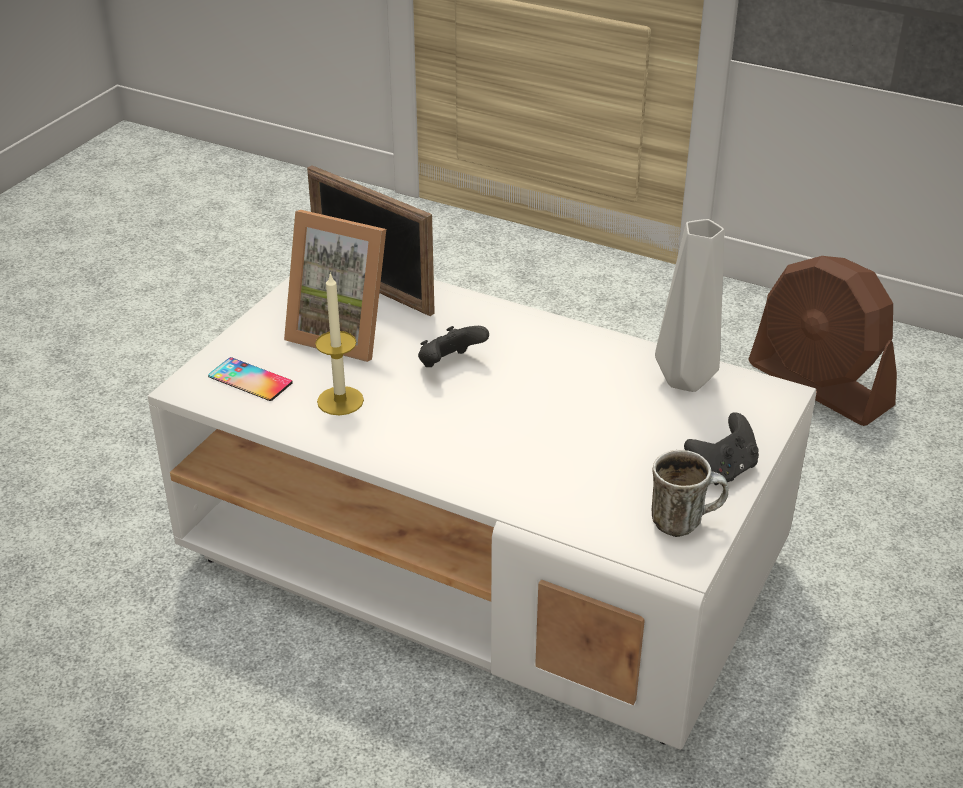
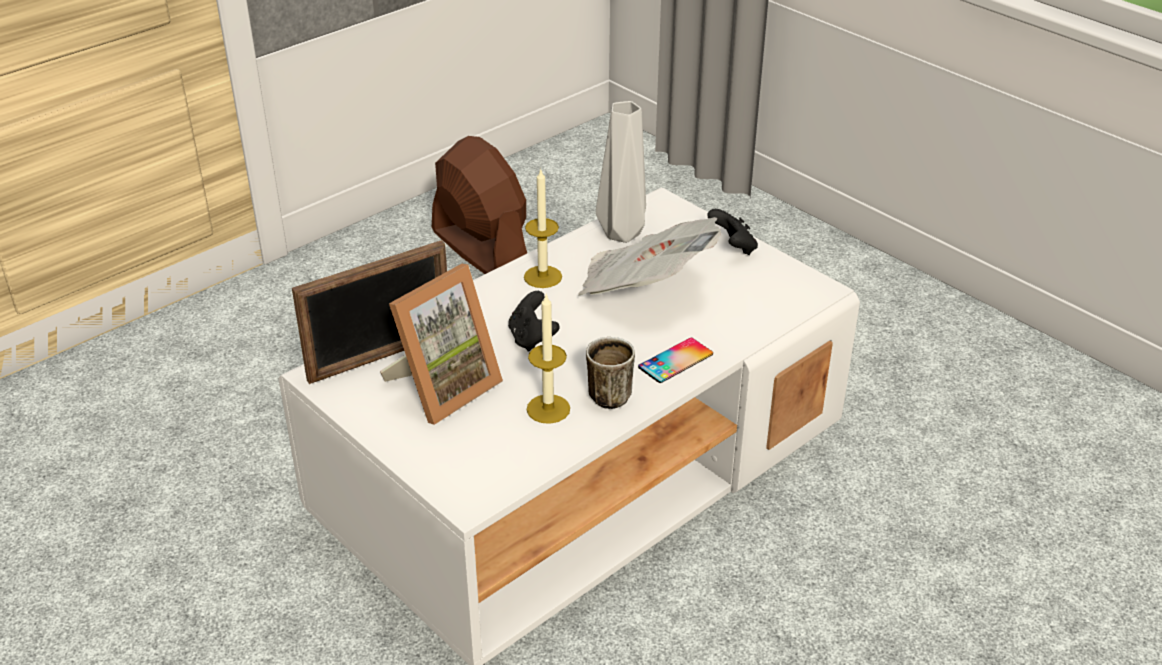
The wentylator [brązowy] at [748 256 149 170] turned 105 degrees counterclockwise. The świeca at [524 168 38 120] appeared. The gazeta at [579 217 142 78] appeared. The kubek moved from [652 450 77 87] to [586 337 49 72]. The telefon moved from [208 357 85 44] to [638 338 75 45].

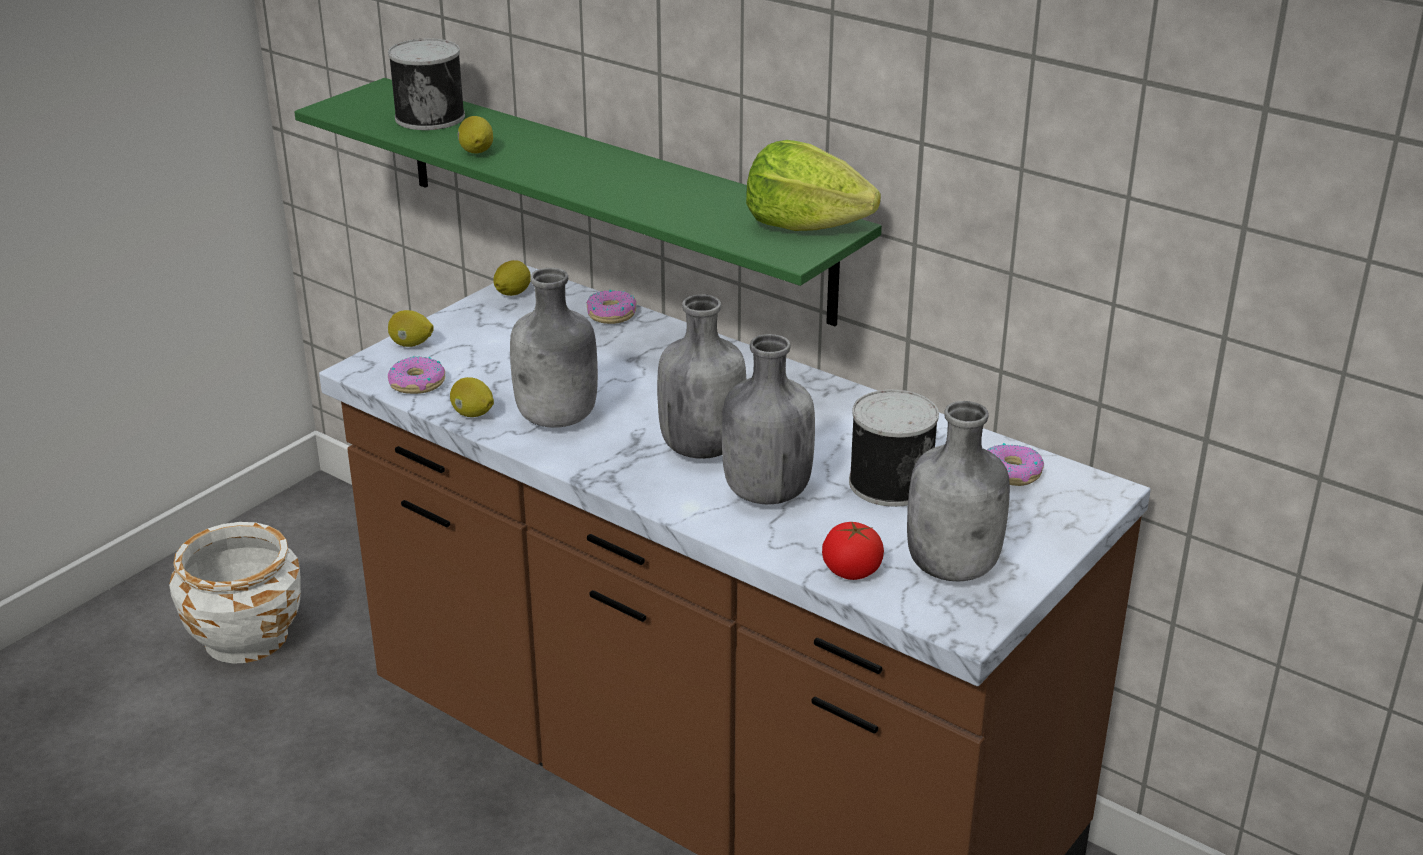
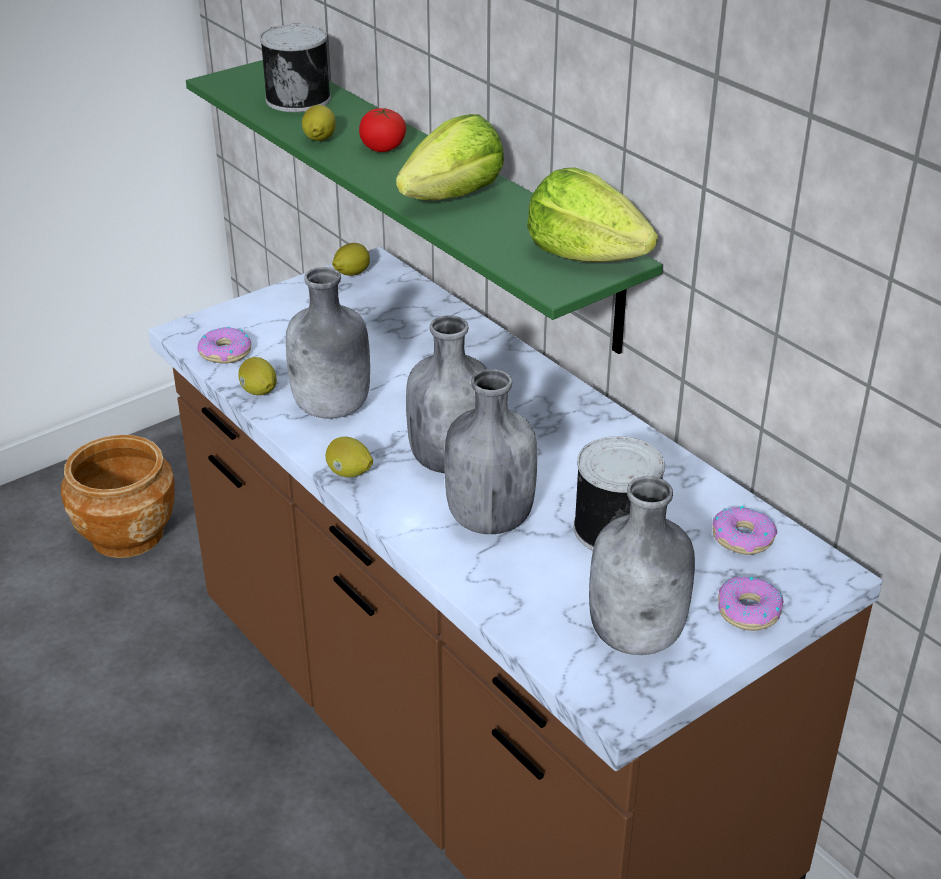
The donica [biały] at [169 522 132 142] became the donica [brązowy] at [61 435 114 123]. The cytryna moved from [388 310 46 37] to [325 437 48 41]. The pomidor moved from [822 522 62 58] to [359 108 47 44]. The sałata at [396 114 108 86] appeared. The donut moved from [587 290 49 34] to [718 576 66 55].

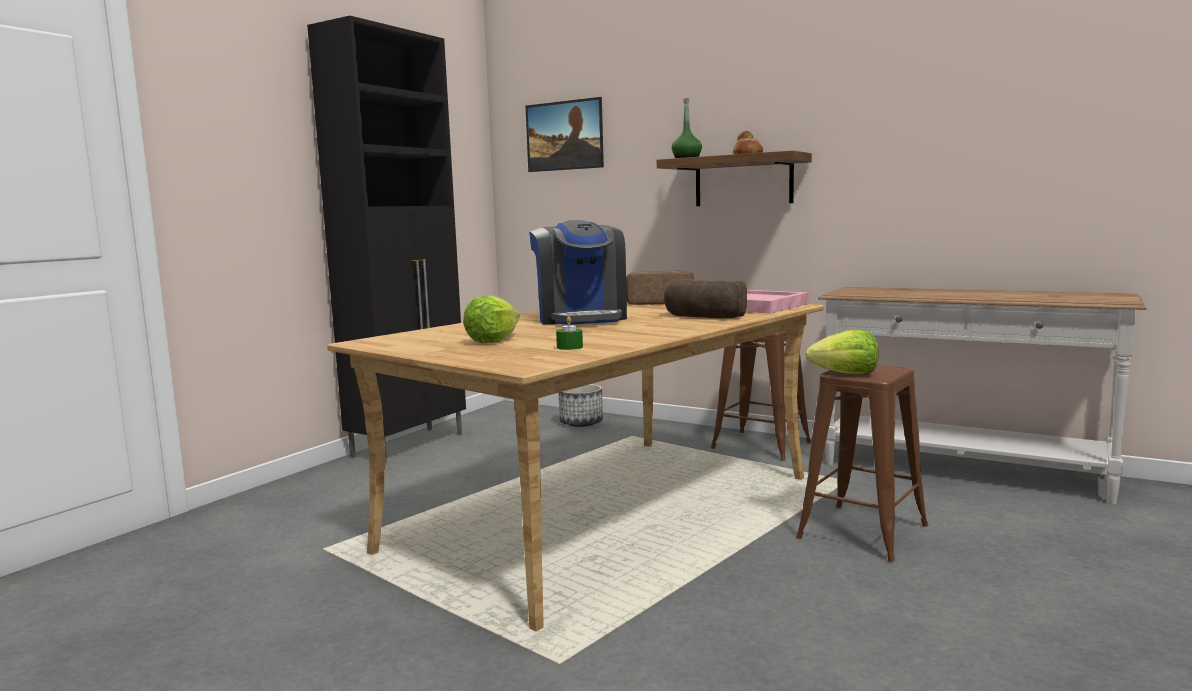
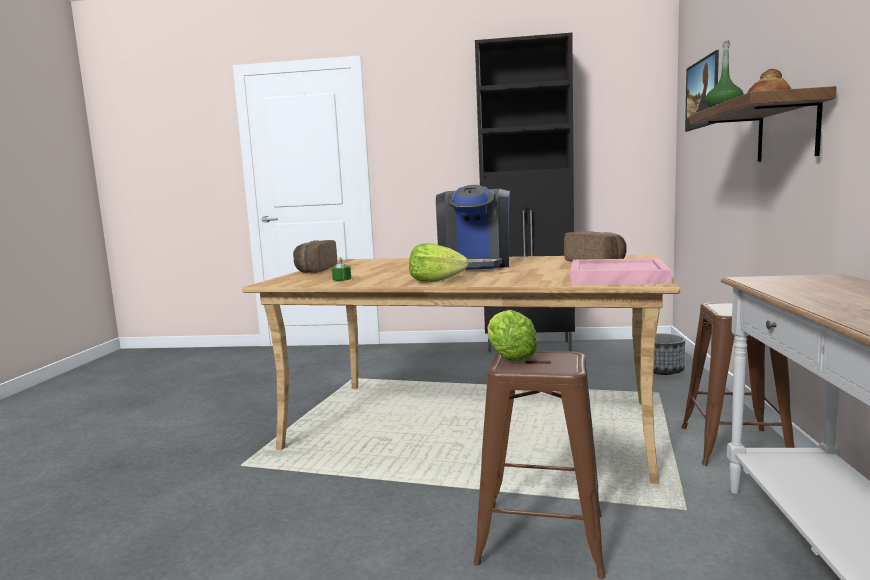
The chleb moved from [664 279 83 39] to [293 240 44 33]. The sałata moved from [463 295 57 48] to [409 243 60 39]. The ekspres do kawy at [529 220 98 105] turned 45 degrees counterclockwise.

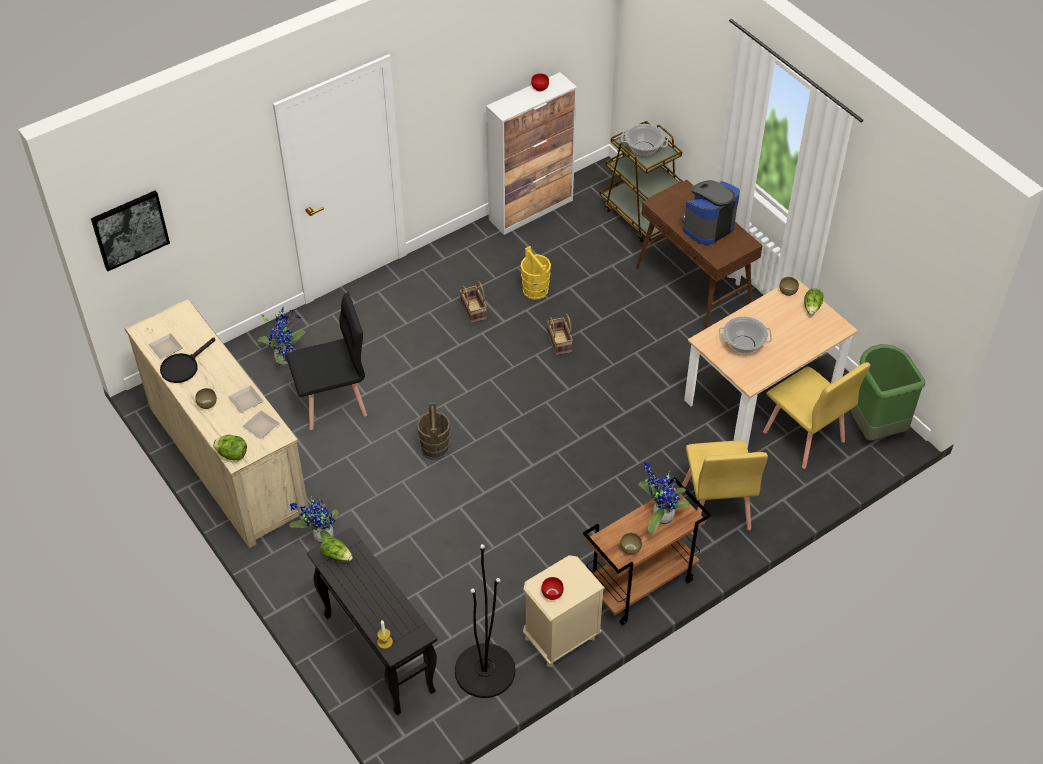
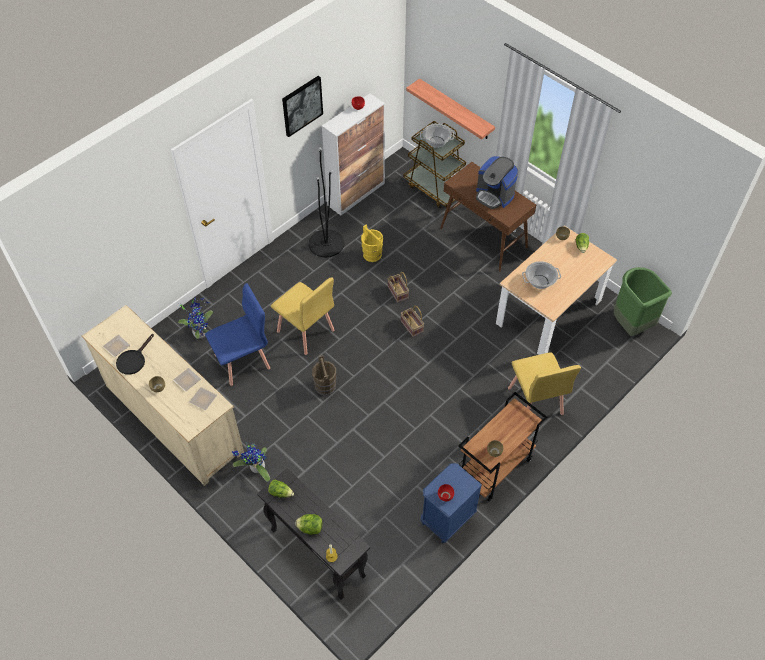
The krzesło [czarny] at [286 292 81 138] became the krzesło [niebieski] at [205 283 65 103]. The krzesło [żółty] moved from [763 362 108 107] to [271 277 64 78]. The obraz moved from [91 191 79 80] to [282 76 41 61]. The sałata moved from [213 435 34 25] to [295 514 27 21]. The lampa stojąca [czarny] moved from [455 544 60 154] to [309 147 35 111]. The koszyk moved from [460 281 27 42] to [400 306 24 31]. The półka at [406 79 89 61] appeared. The szafka nocna [beżowy] at [523 555 82 112] became the szafka nocna [niebieski] at [421 463 61 80]. The ekspres do kawy at [681 180 59 65] turned 90 degrees counterclockwise. The roślina doniczkowa at [639 462 50 71] disappeared.

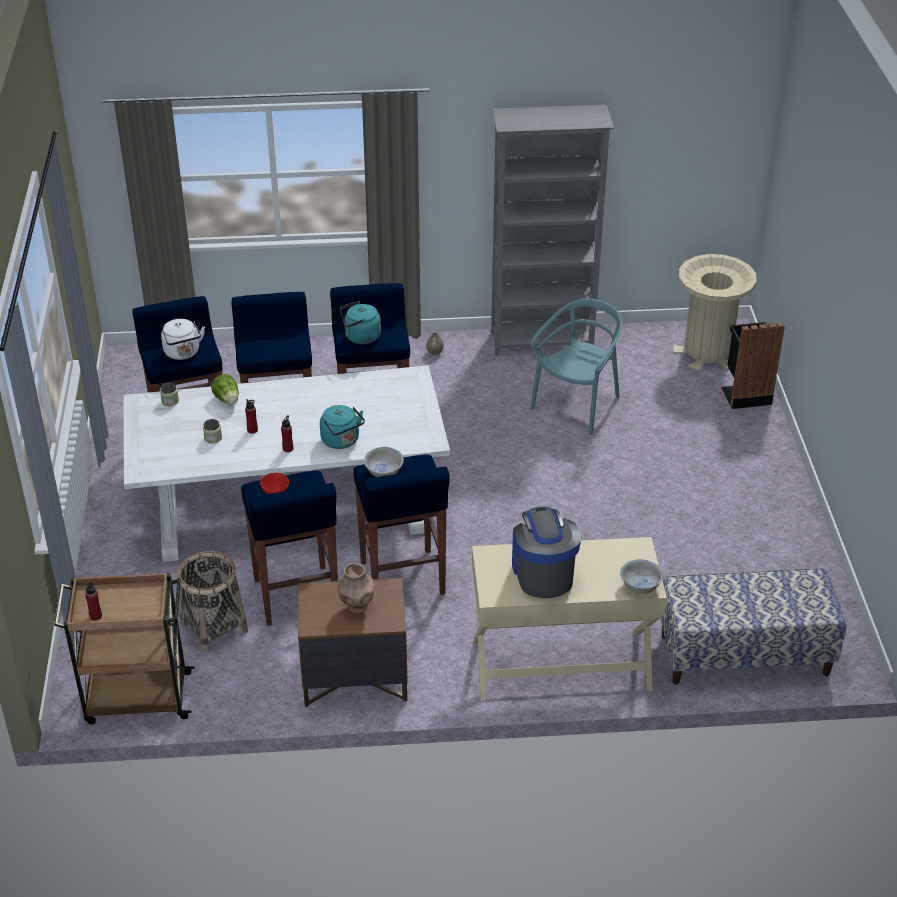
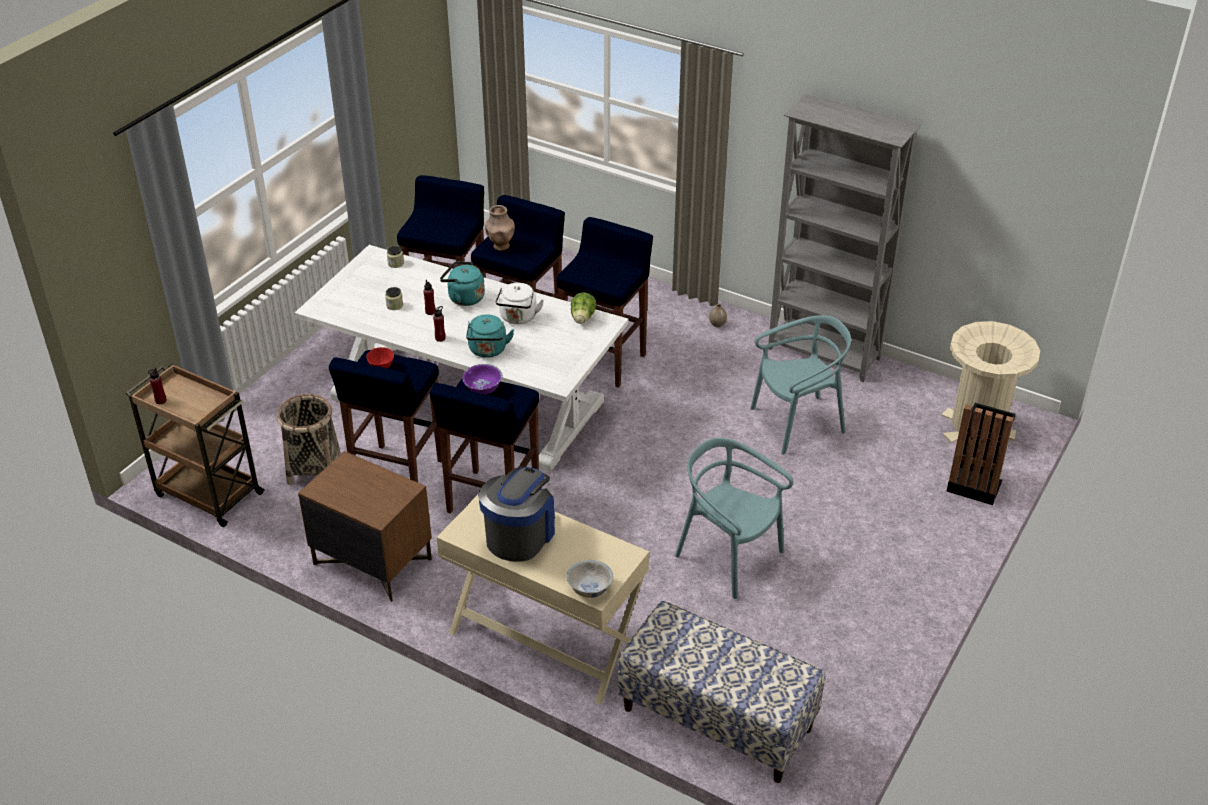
The czajnik [turkusowy] moved from [340 301 41 44] to [440 261 45 45]. The miska [biały] at [364 447 40 30] became the miska [fioletowy] at [462 364 41 30]. The wazon [brązowy] moved from [338 563 36 51] to [485 205 30 46]. The czajnik [biały] moved from [161 319 44 41] to [496 283 48 41]. The sałata moved from [211 374 28 31] to [571 293 25 31]. The krzesło [turkusowy] at [675 438 118 161] appeared.

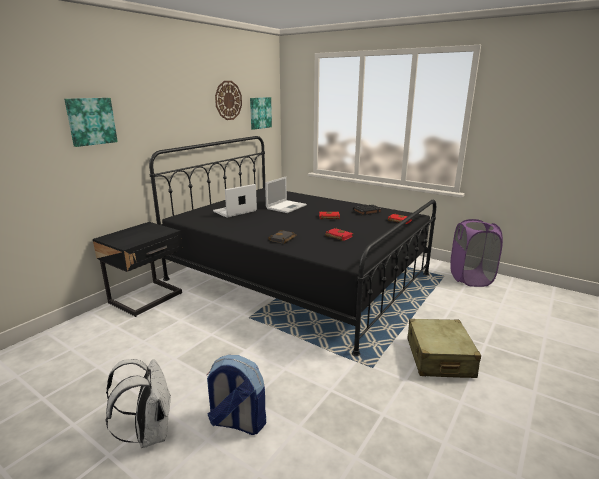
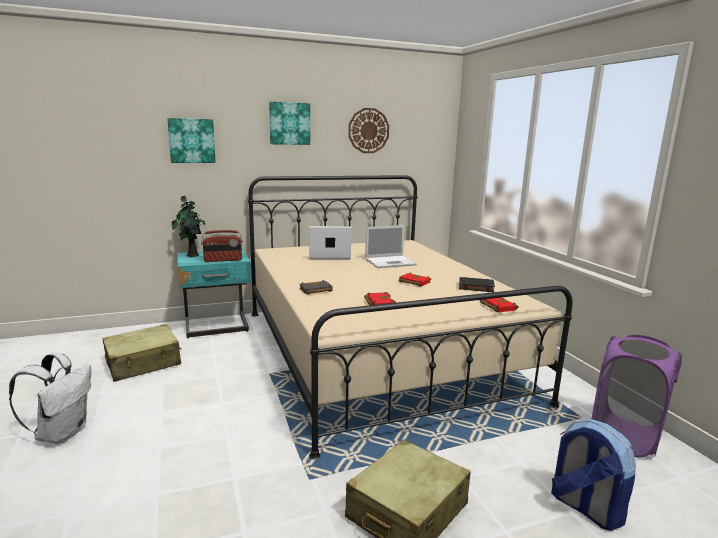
The walizka [beżowy] at [102 324 79 58] appeared. The roślina doniczkowa at [171 196 34 61] appeared. The szafka nocna [czarny] at [93 222 90 95] became the szafka nocna [turkusowy] at [177 249 74 89]. The radio at [201 230 42 32] appeared. The łóżko [czarny] at [149 136 287 221] became the łóżko [beżowy] at [248 175 325 285]. The obraz moved from [250 97 22 33] to [269 101 41 44]. The plecak moved from [207 355 59 80] to [551 419 85 112].

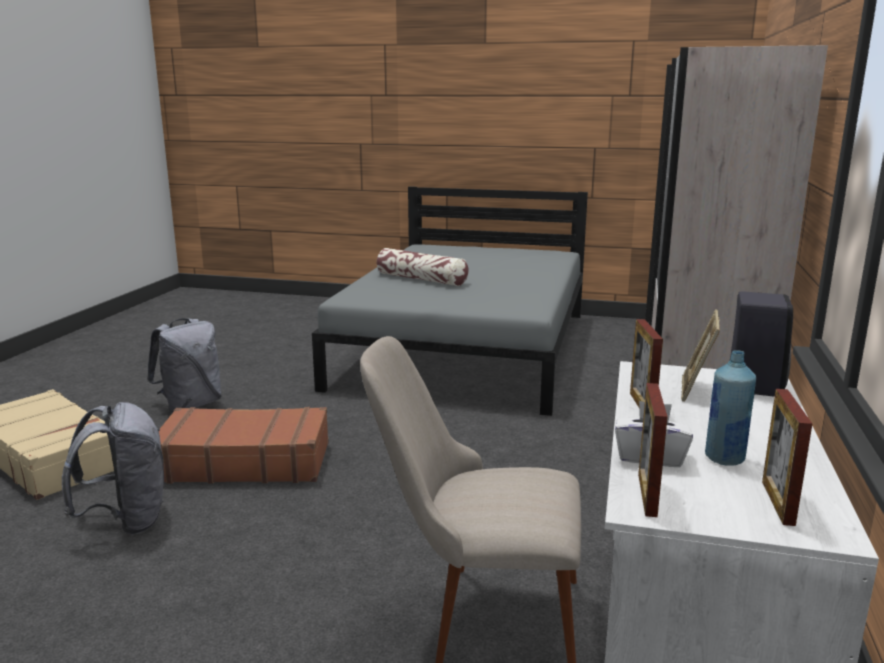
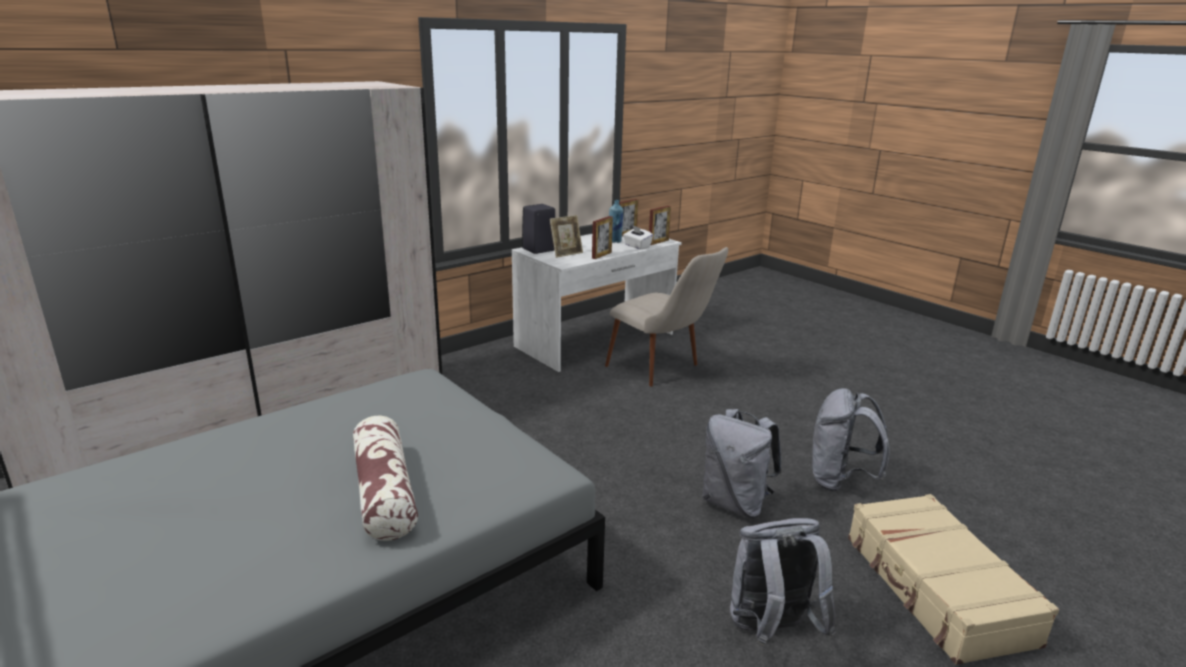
The walizka [brązowy] at [159 407 170 77] was replaced by the plecak [szary] at [702 409 80 109].

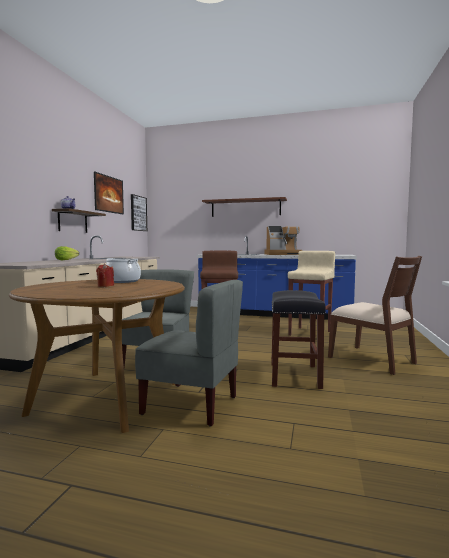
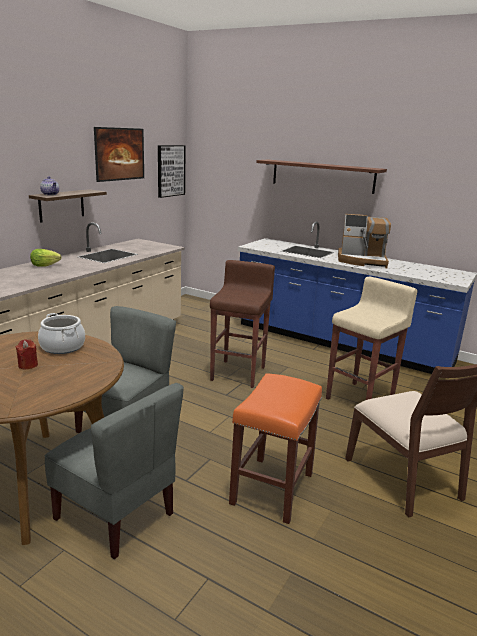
The stołek [czarny] at [271 290 55 99] became the stołek [pomarańczowy] at [229 373 93 151].

